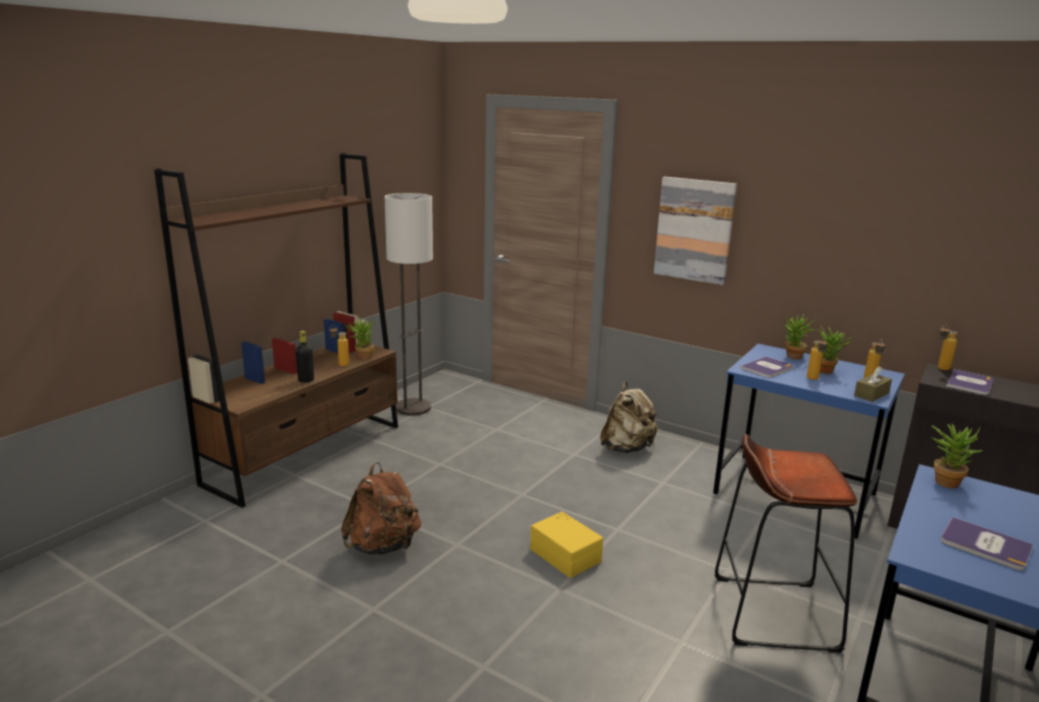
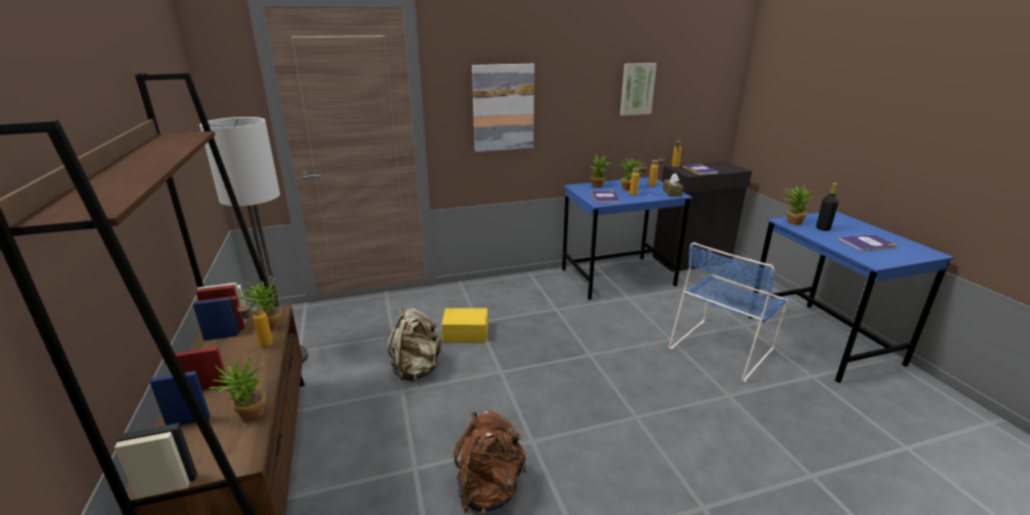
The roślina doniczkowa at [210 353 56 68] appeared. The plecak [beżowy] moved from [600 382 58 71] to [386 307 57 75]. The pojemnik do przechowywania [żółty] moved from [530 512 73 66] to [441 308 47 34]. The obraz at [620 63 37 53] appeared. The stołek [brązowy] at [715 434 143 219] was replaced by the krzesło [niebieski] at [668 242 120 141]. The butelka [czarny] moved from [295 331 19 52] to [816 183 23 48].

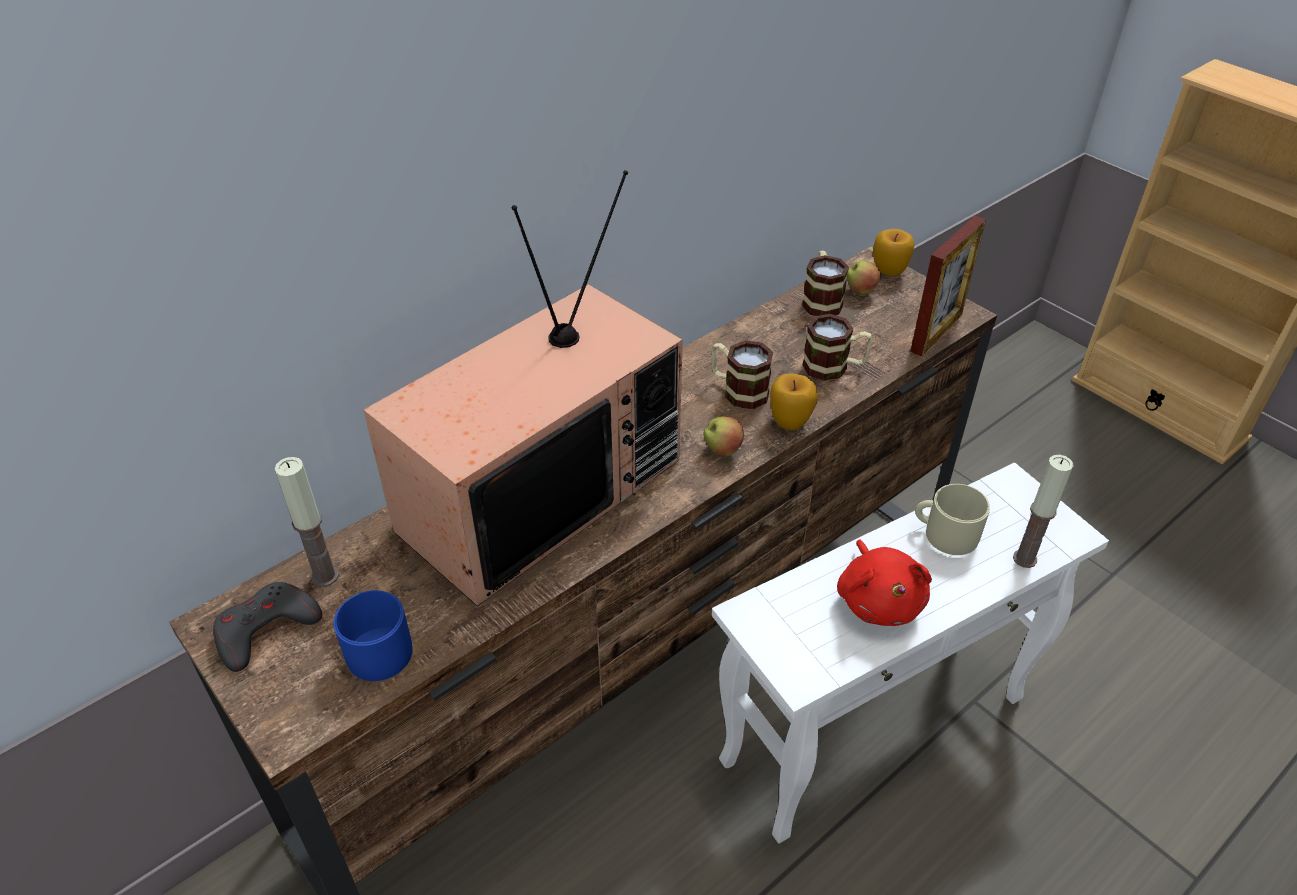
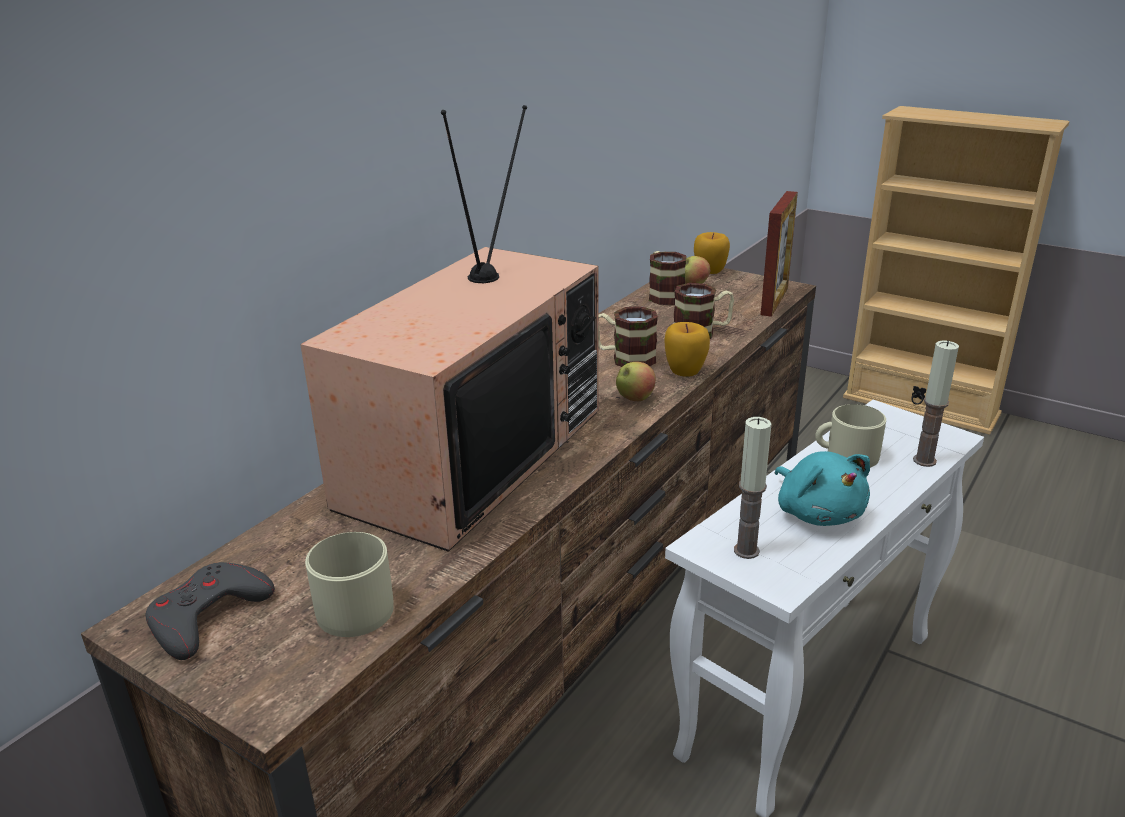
The kubek [niebieski] at [334 590 79 91] became the kubek [beżowy] at [305 532 89 105]. The świeca moved from [275 457 64 130] to [734 417 37 142]. The pluszak [czerwony] at [837 539 95 87] became the pluszak [turkusowy] at [775 451 95 75].

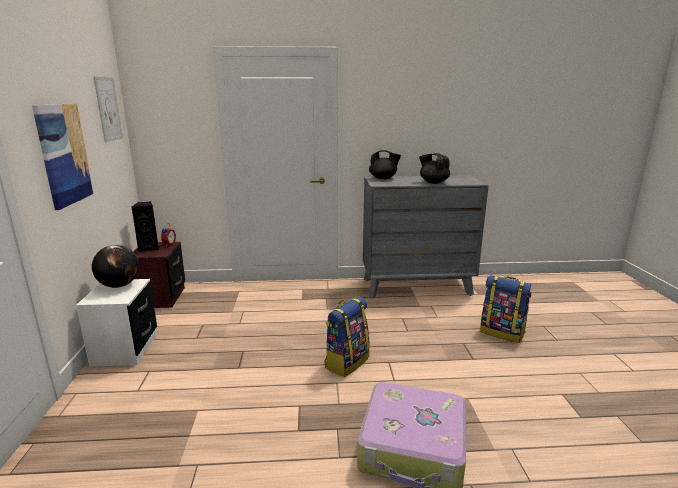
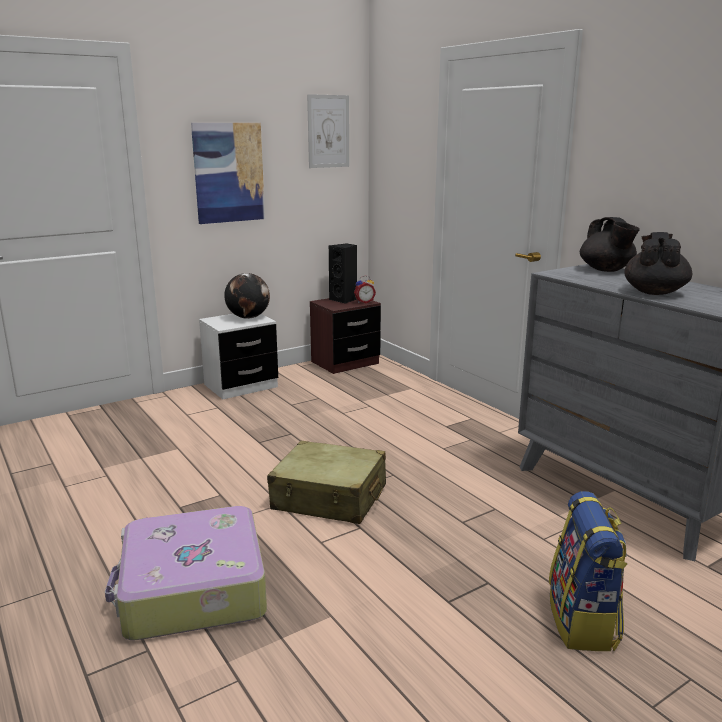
The plecak at [325 297 45 80] was replaced by the walizka [beżowy] at [267 441 119 83].

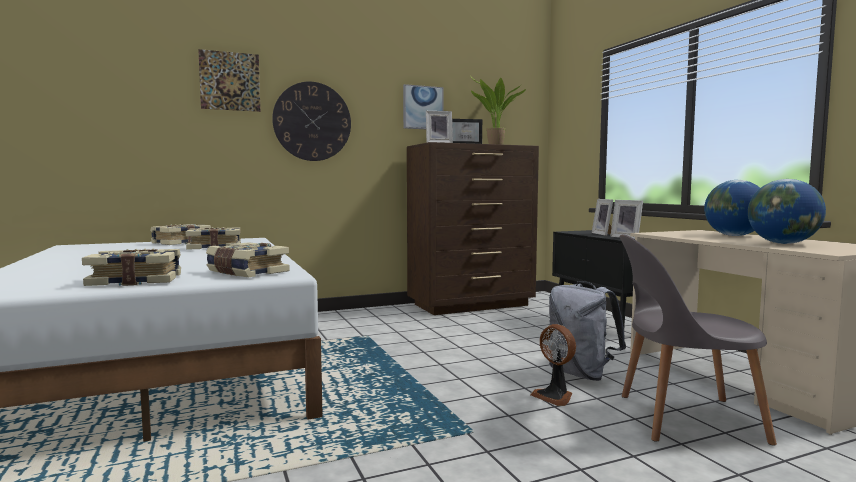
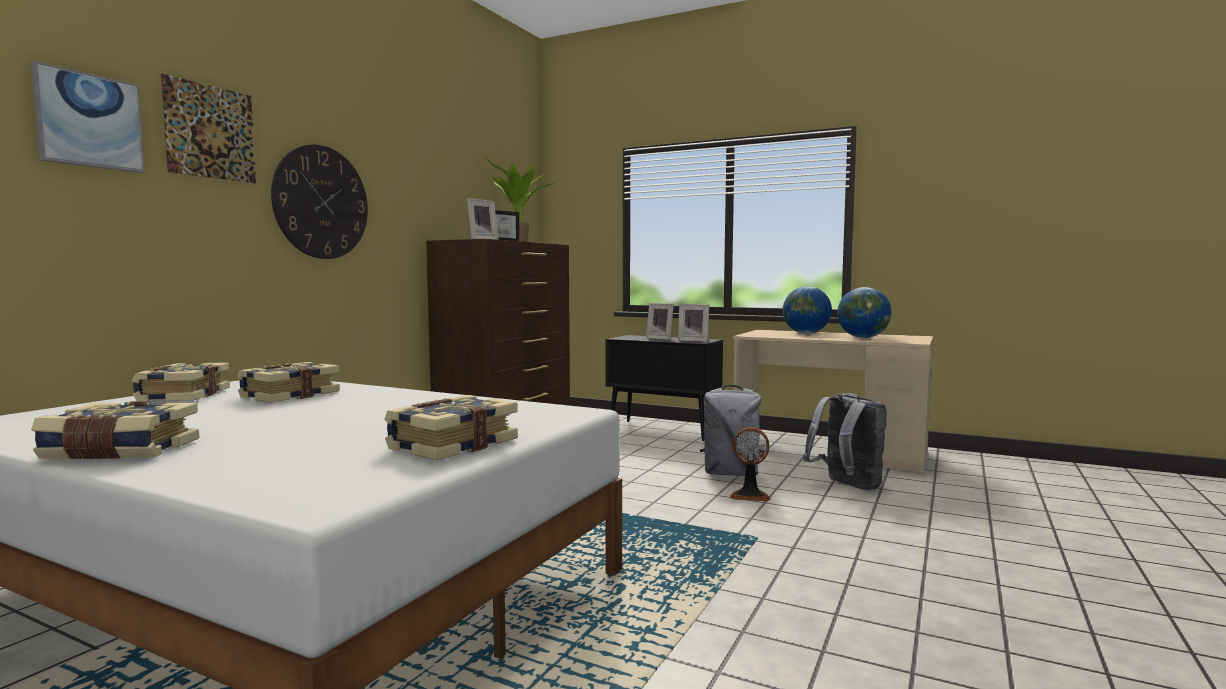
The obraz moved from [403 84 41 45] to [31 61 114 112]. The książka moved from [206 242 84 35] to [31 401 168 59]. The krzesło [szary] at [619 234 158 212] was replaced by the plecak [szary] at [803 393 84 98].

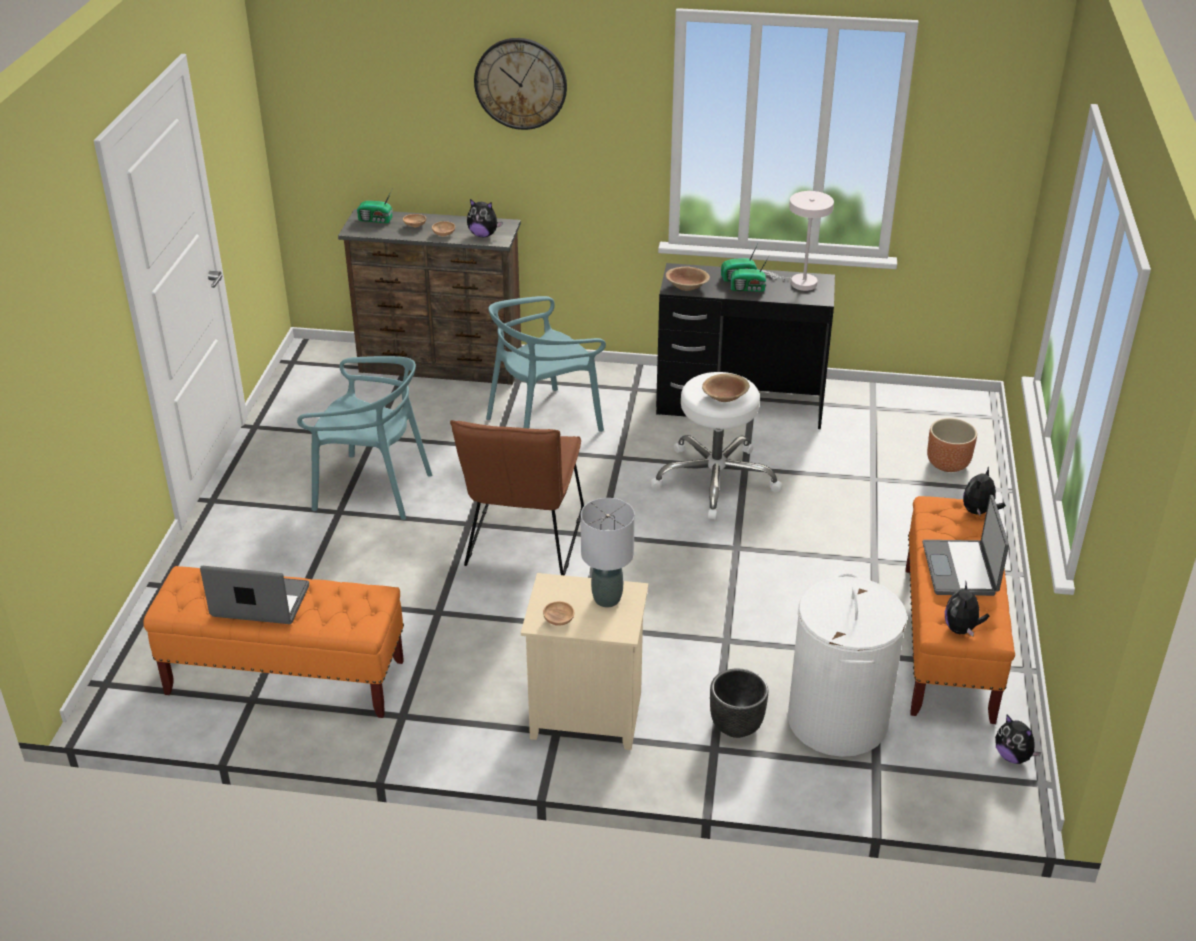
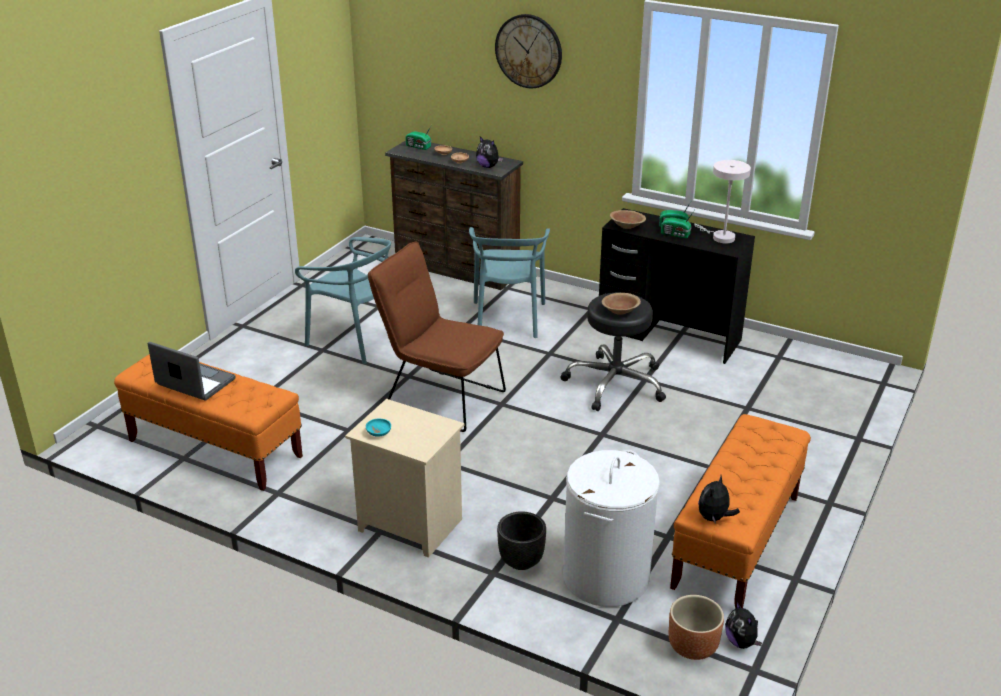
The miska [brązowy] at [543 601 31 25] became the miska [turkusowy] at [366 419 25 18]. The krzesło [brązowy] at [450 420 134 155] turned 90 degrees clockwise. The krzesło [turkusowy] at [486 296 120 136] turned 75 degrees counterclockwise. The stołek [biały] at [650 372 132 148] became the stołek [czarny] at [560 293 106 118]. The donica [brązowy] moved from [927 418 50 54] to [669 595 55 65]. The lampa stołowa [szary] at [581 498 54 109] disappeared. The laptop at [922 495 87 101] disappeared. The pluszak at [963 467 43 48] disappeared.

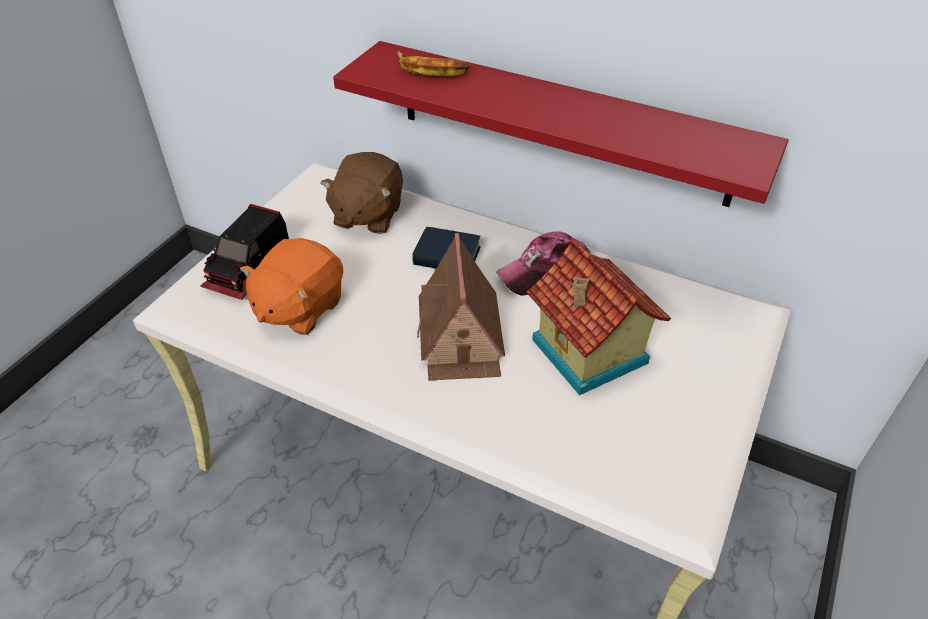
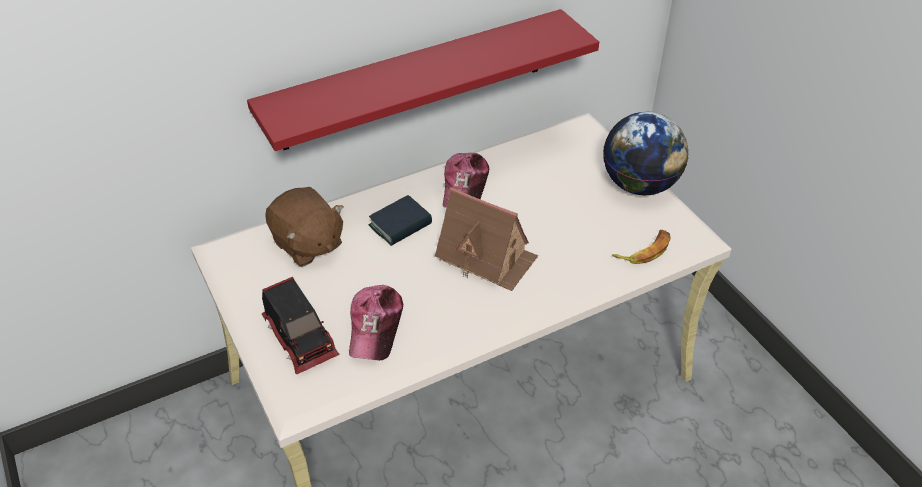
The pluszak [pomarańczowy] at [240 238 103 97] was replaced by the czapka z daszkiem at [349 285 54 76]. The globus at [603 112 85 83] appeared. The banan moved from [398 51 72 26] to [612 230 59 34]. The domek at [526 239 145 156] disappeared.

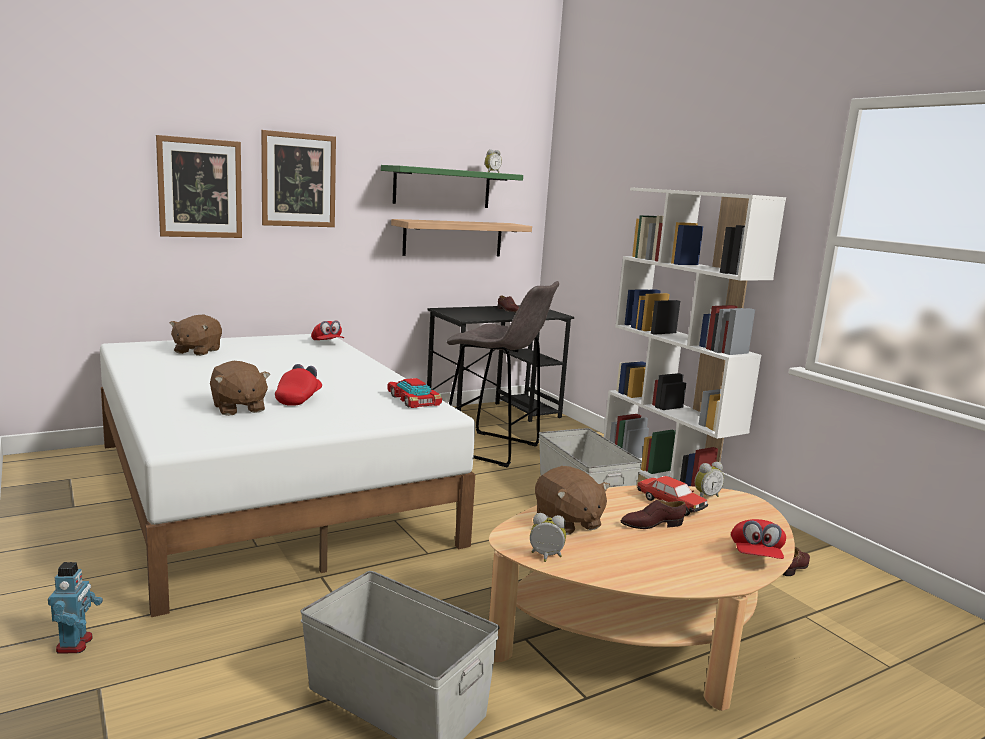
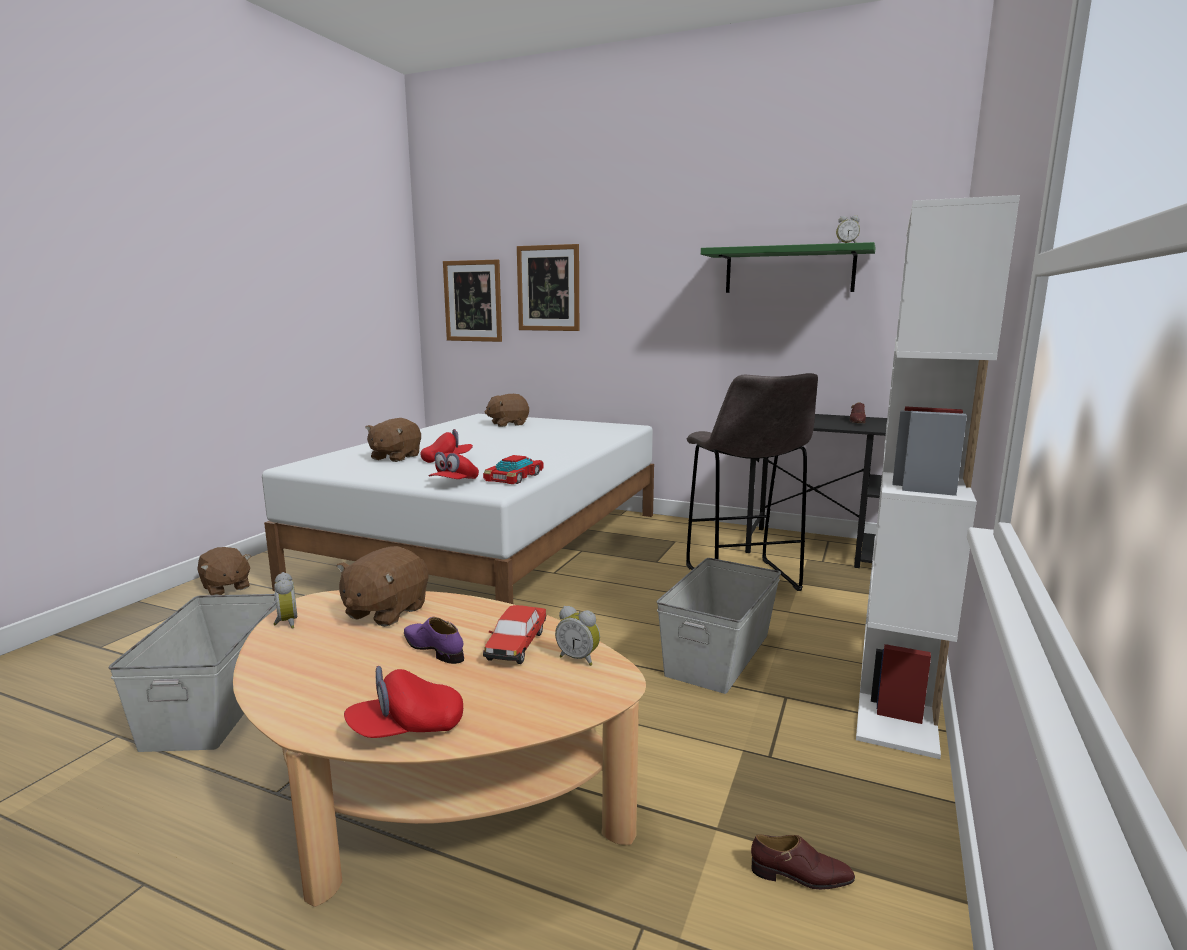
The robot zabawkowy at [48 562 55 91] was replaced by the pluszak [brązowy] at [197 547 54 48]. The but [brązowy] at [621 499 65 30] became the but [fioletowy] at [404 617 60 47]. The czapka z daszkiem [czerwony] moved from [311 321 33 19] to [428 452 51 27]. The obraz moved from [261 130 75 97] to [443 260 59 82]. The półka at [391 219 141 37] disappeared.

